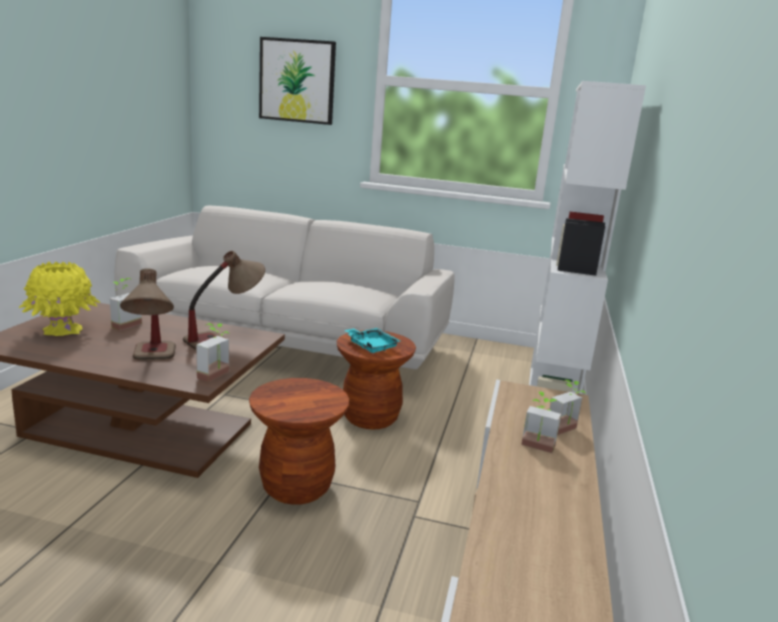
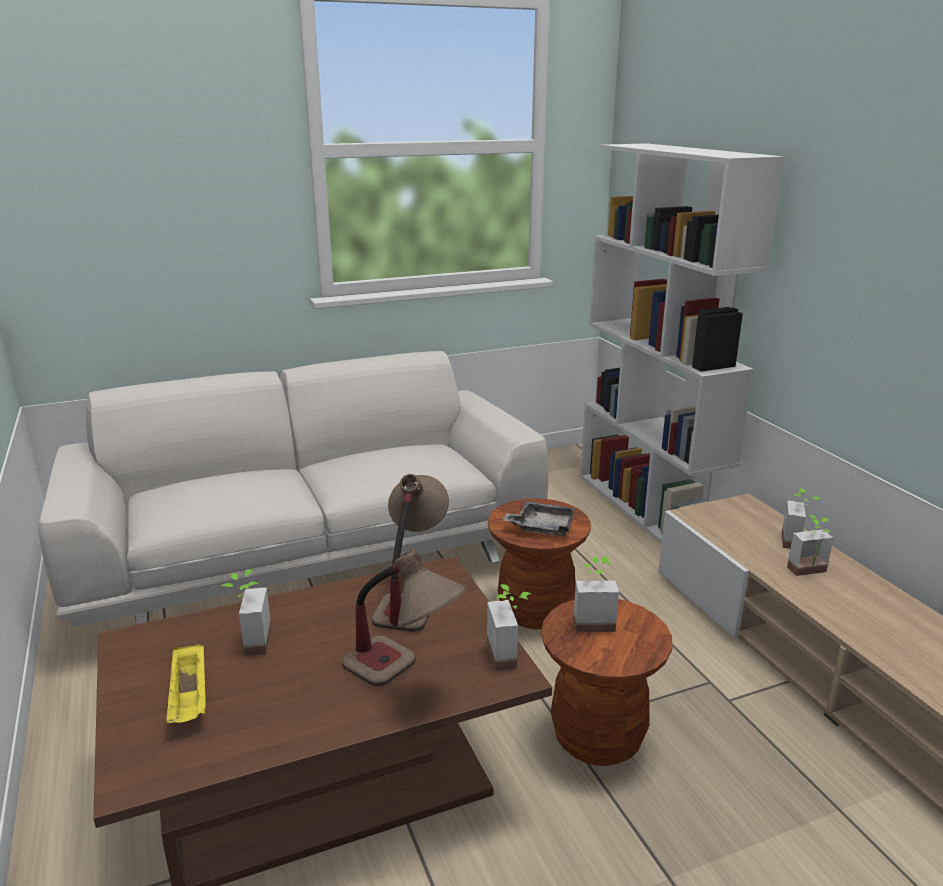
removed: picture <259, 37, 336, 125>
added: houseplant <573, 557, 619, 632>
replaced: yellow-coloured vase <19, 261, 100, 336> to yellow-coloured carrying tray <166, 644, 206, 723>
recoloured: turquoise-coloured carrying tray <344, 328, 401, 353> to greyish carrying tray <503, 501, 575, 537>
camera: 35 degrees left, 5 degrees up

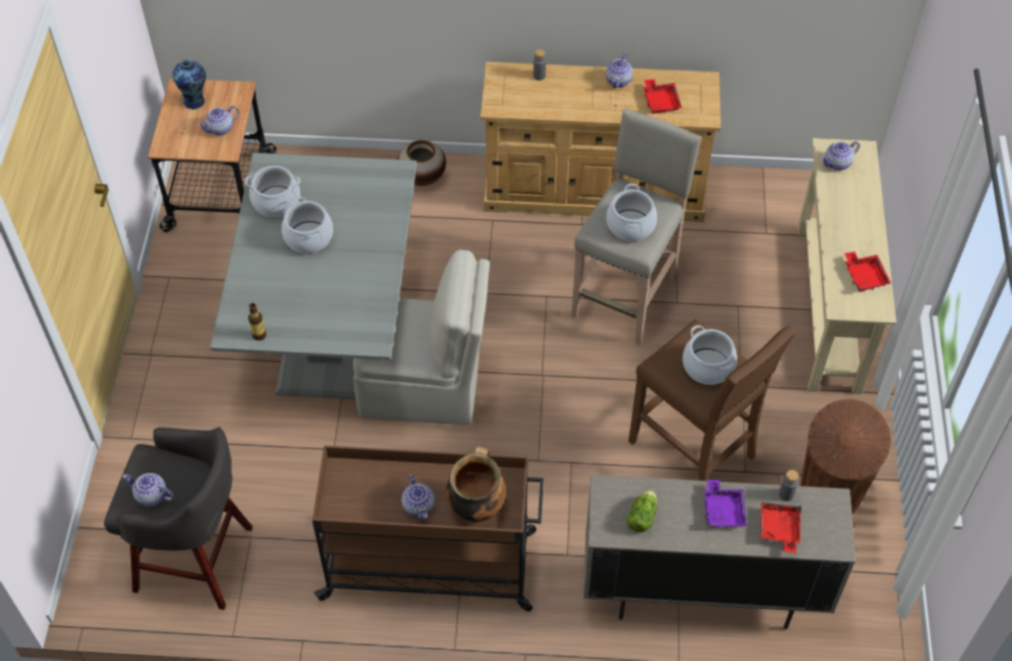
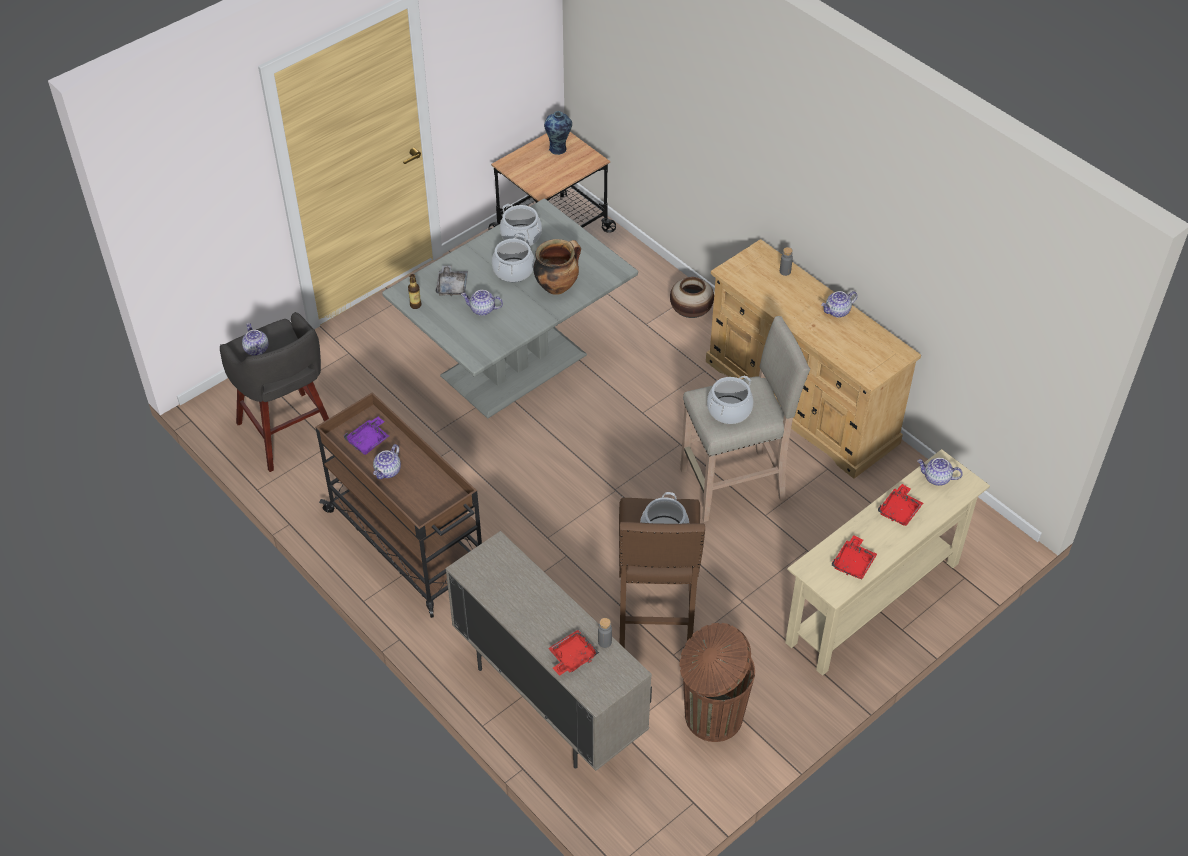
removed: sand-coloured upright chair <353, 250, 490, 425>; lettuce head <626, 490, 657, 532>
added: greyish carrying tray <436, 265, 468, 296>
moved: pot for tea <197, 106, 239, 135> to <461, 290, 503, 316>; cooking pot <447, 446, 506, 522> to <533, 239, 581, 295>; reddish carrying tray <643, 79, 682, 114> to <878, 484, 923, 526>; purple carrying tray <704, 480, 747, 528> to <344, 416, 389, 455>
camera: 45 degrees right, 5 degrees down

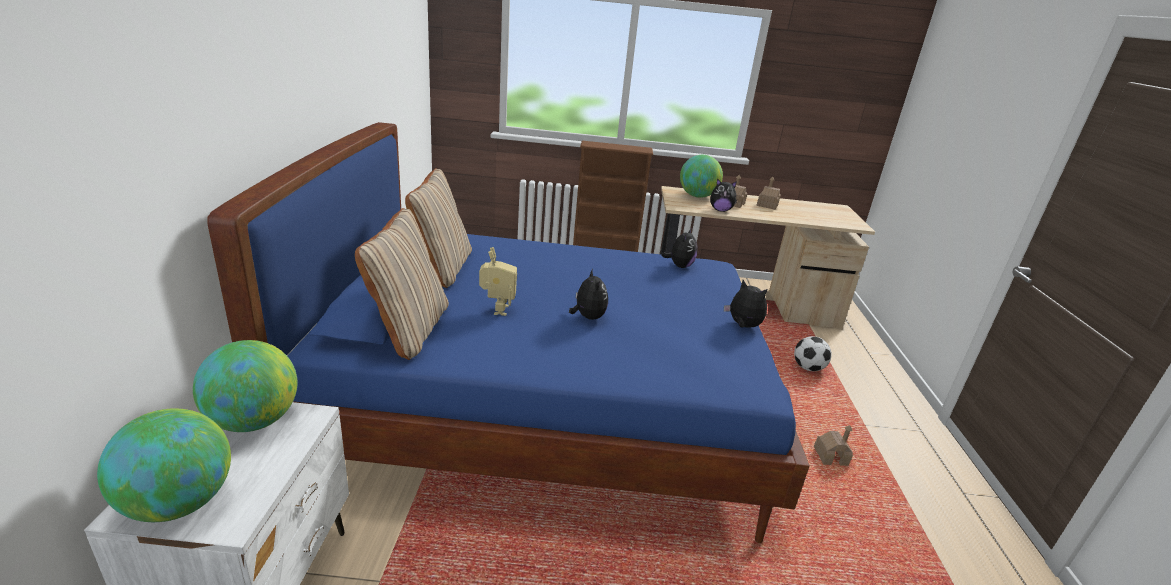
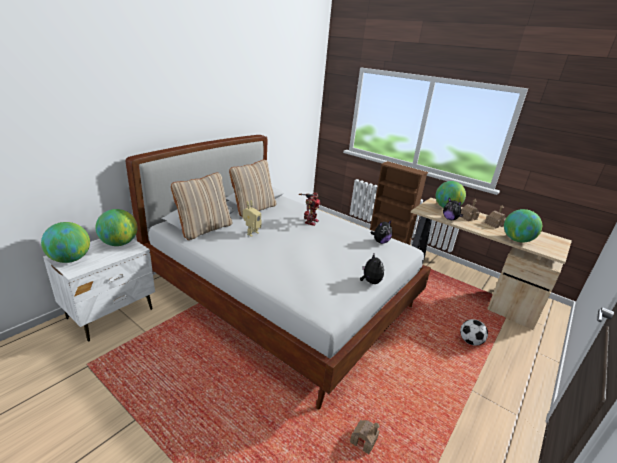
removed: cuddly toy <569, 269, 608, 320>
added: model robot <299, 192, 320, 226>; desk globe <504, 209, 542, 243>
moved: toy house <814, 425, 853, 466> to <350, 420, 380, 454>
recoloured: blue bedroom bed <207, 122, 810, 543> to white bedroom bed <126, 135, 431, 410>
camera: 35 degrees right, 0 degrees up

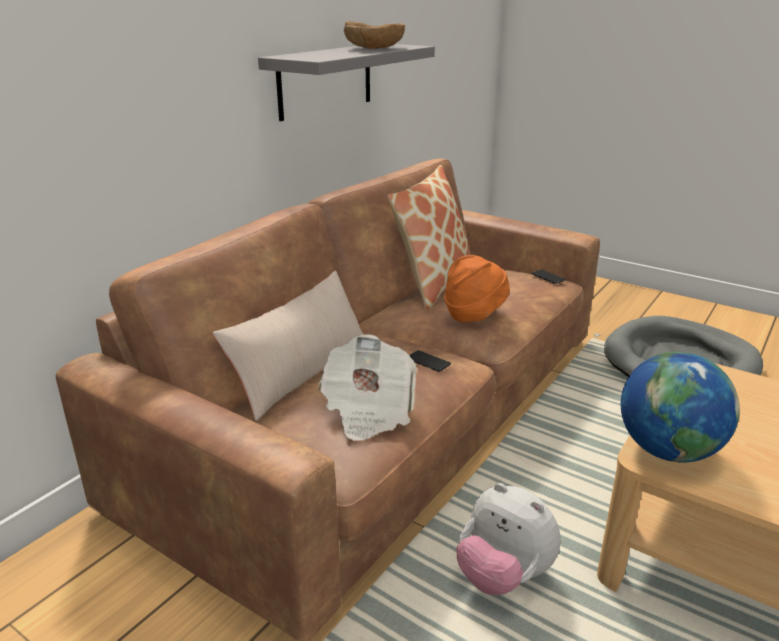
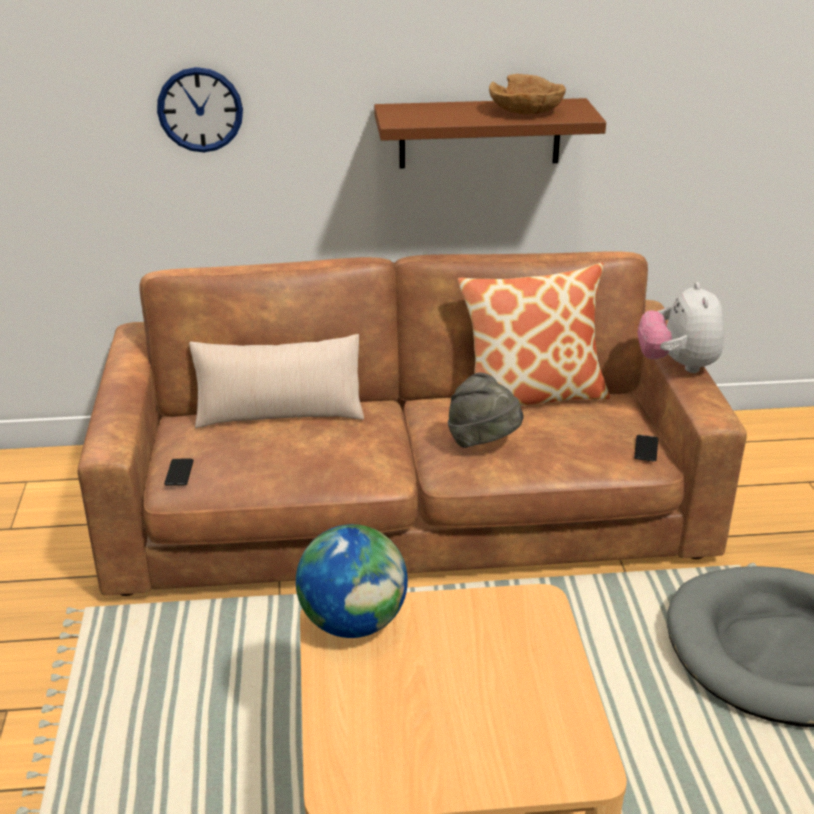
removed: daily paper <319, 334, 417, 441>
added: hanging clock <157, 67, 243, 152>
moved: telephone <409, 350, 451, 372> to <164, 459, 194, 486>; cuddly toy <457, 483, 561, 595> to <638, 282, 724, 373>
recoloured: greyish bracket shelf <258, 44, 435, 121> to brownish bracket shelf <374, 98, 606, 168>; orangey hat <444, 255, 510, 322> to greyish hat <448, 373, 524, 448>
camera: 50 degrees right, 5 degrees up

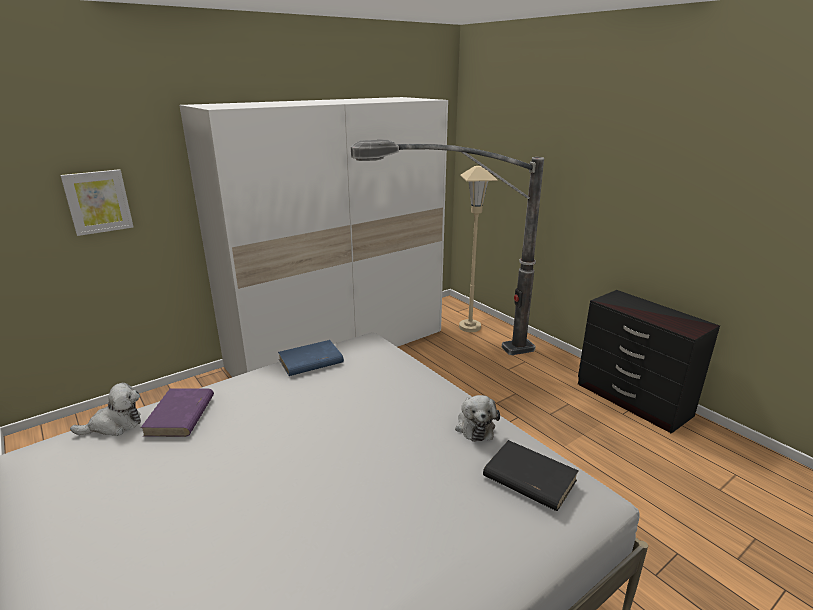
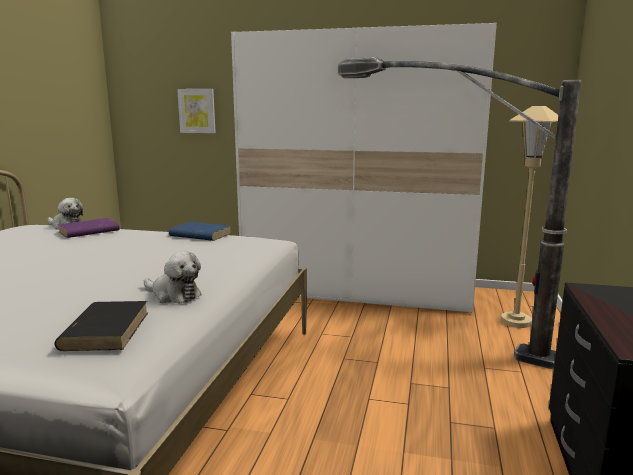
turned: cuddly toy <455, 395, 500, 442> = <144, 251, 201, 304> 105 degrees counterclockwise
camera: 50 degrees right, 10 degrees down

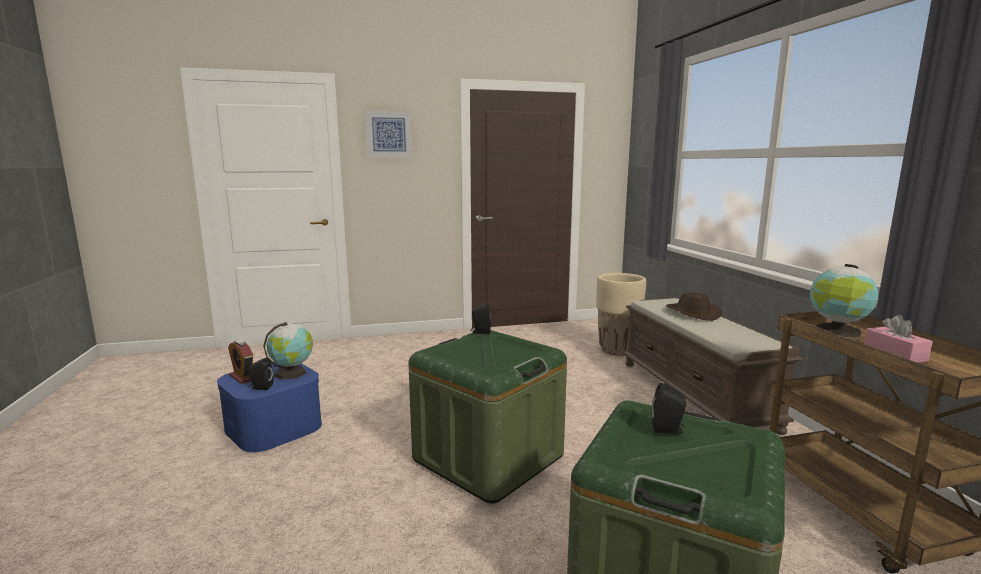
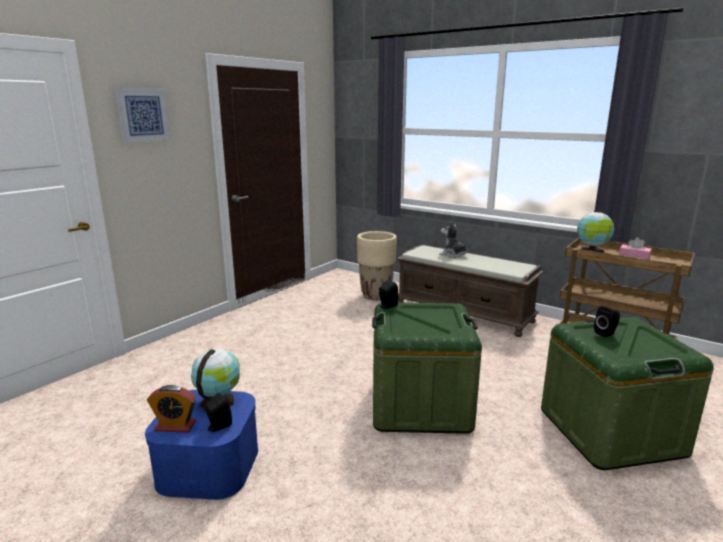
replaced: brownish hat <666, 293, 722, 321> to cuddly toy <439, 222, 471, 258>
camera: 40 degrees left, 5 degrees up

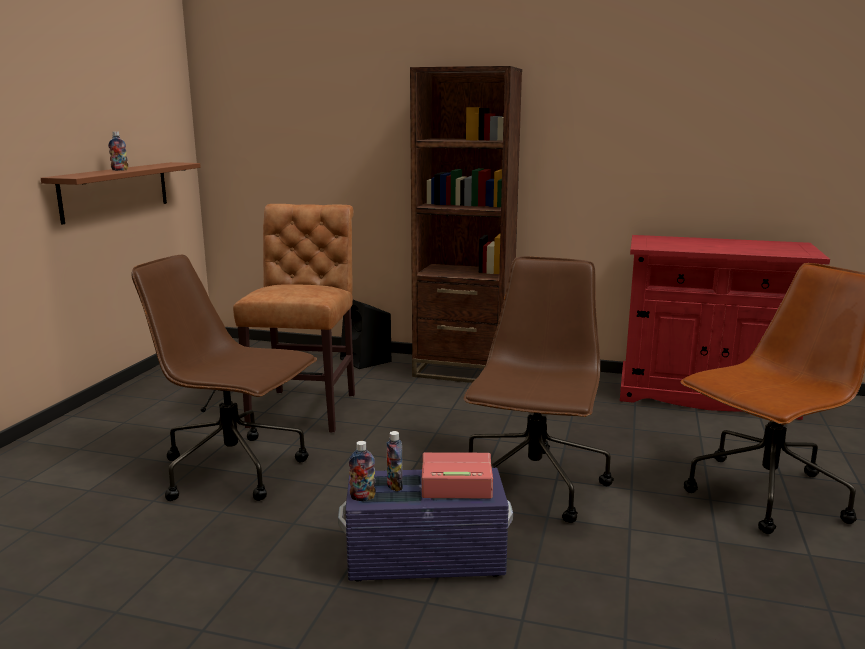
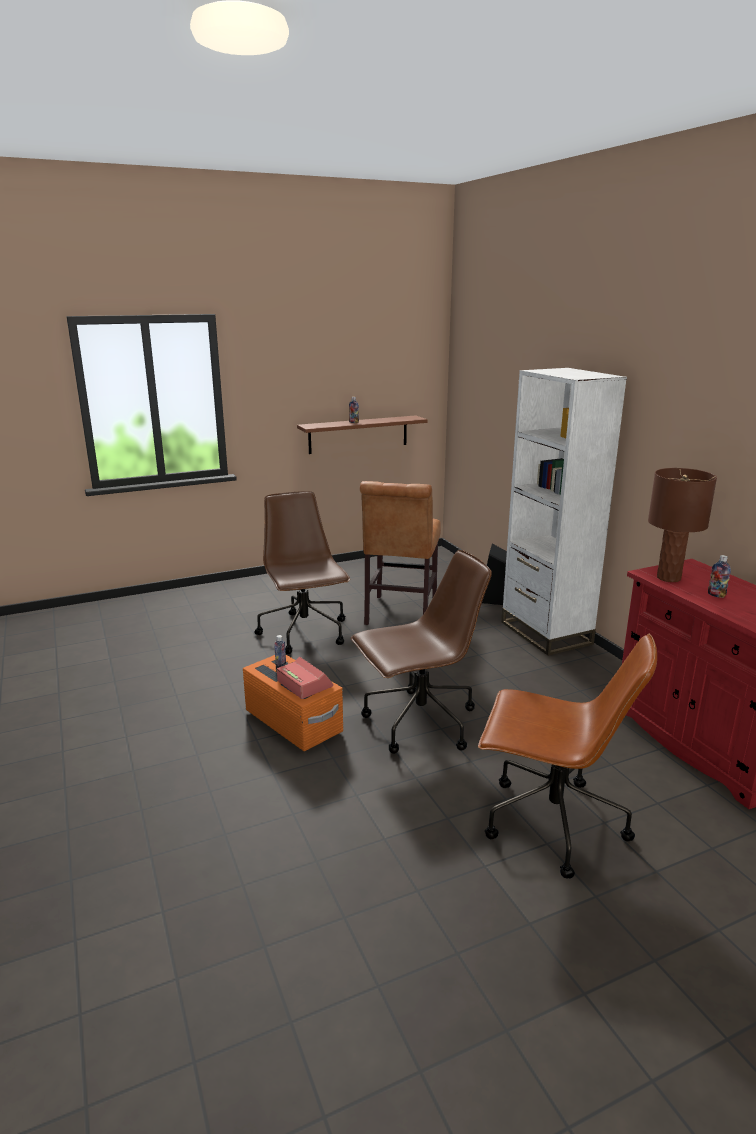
added: brownish tabletop lamp <648, 468, 717, 582>
moved: beverage bottle <349, 441, 376, 501> to <708, 555, 731, 598>
recoloured: purple storage bin <338, 468, 513, 582> to orangey storage bin <243, 655, 343, 751>; brownish bookshelf <410, 66, 522, 383> to white bookshelf <501, 368, 627, 656>
turned: brownish upright chair <233, 204, 355, 433> = <360, 481, 441, 625> 135 degrees clockwise
camera: 50 degrees right, 5 degrees up

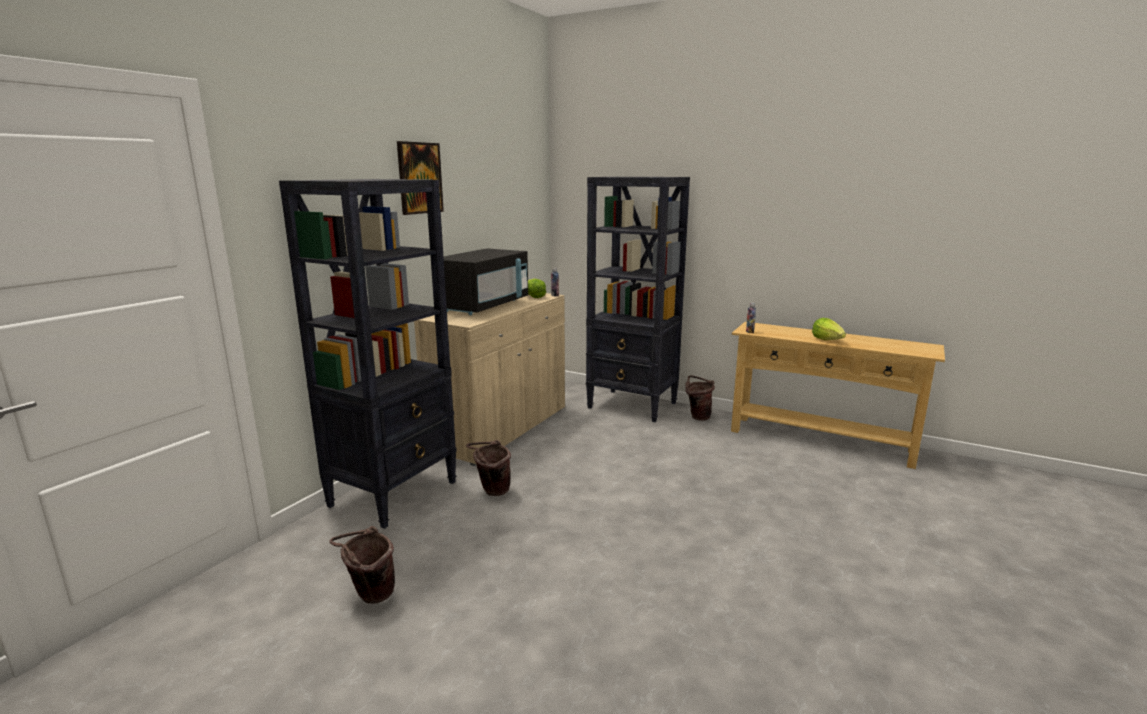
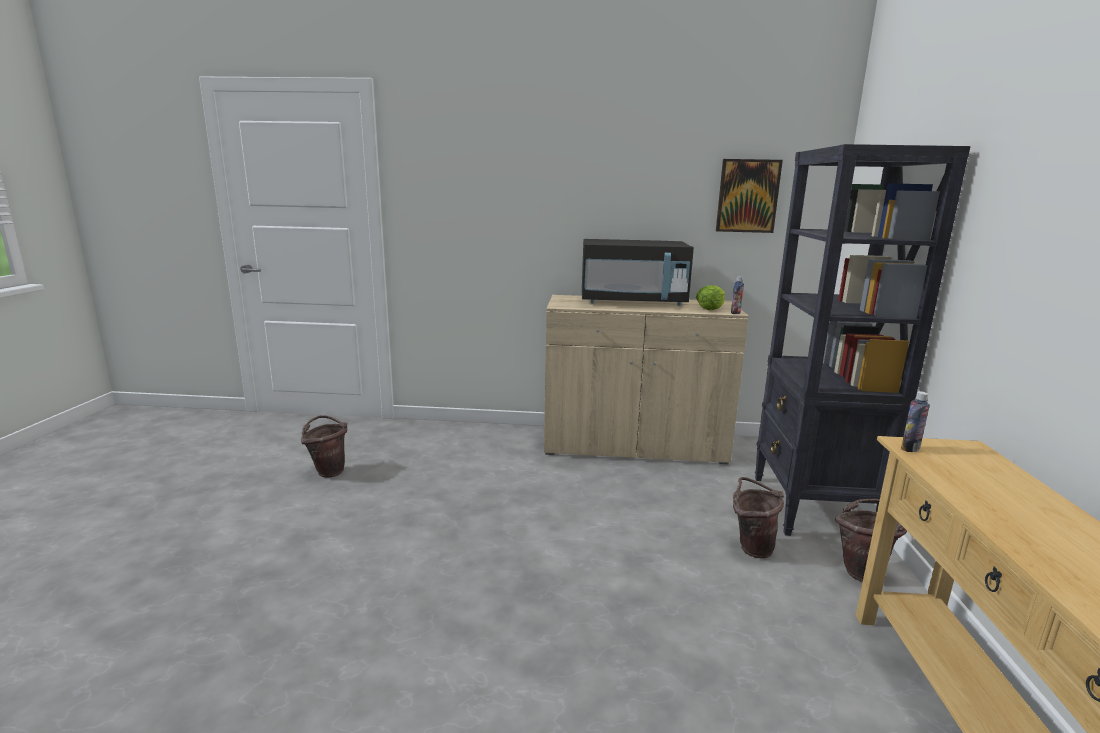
removed: black-coloured bookshelf <279, 179, 457, 529>; lettuce head <812, 318, 846, 340>
moved: picture <397, 141, 444, 215> to <716, 159, 783, 233>; brownish bucket <466, 440, 511, 496> to <733, 477, 784, 559>
camera: 65 degrees right, 0 degrees up

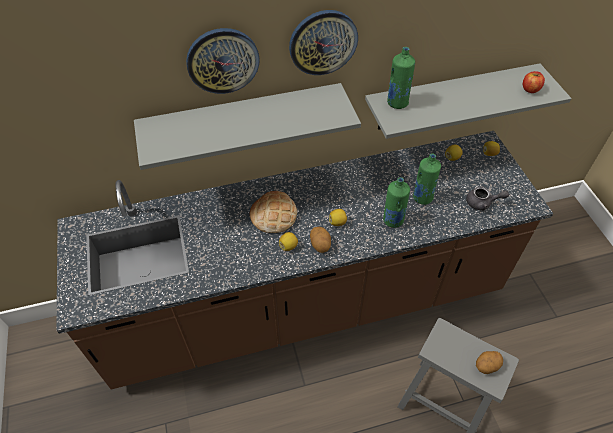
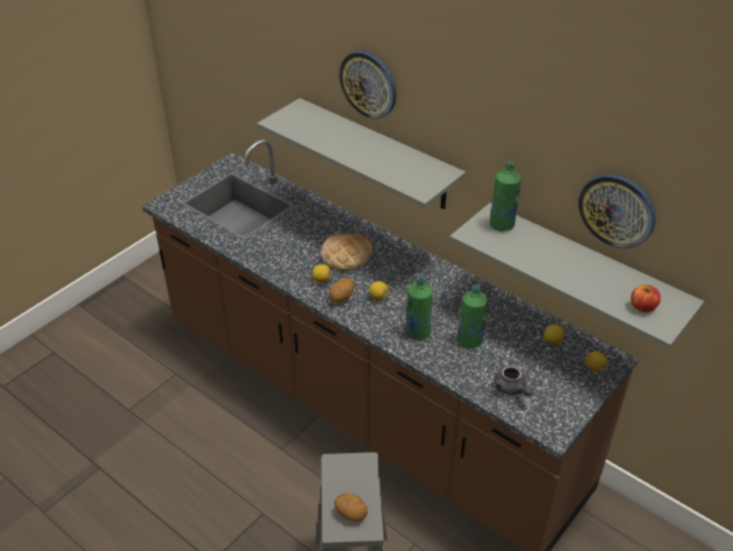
moved: hanging clock <289, 10, 358, 75> to <578, 174, 656, 248>
camera: 55 degrees right, 10 degrees down

